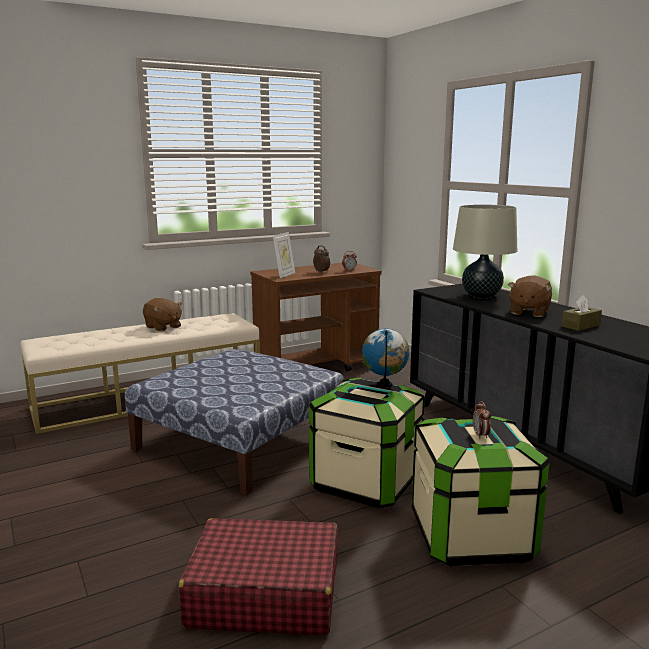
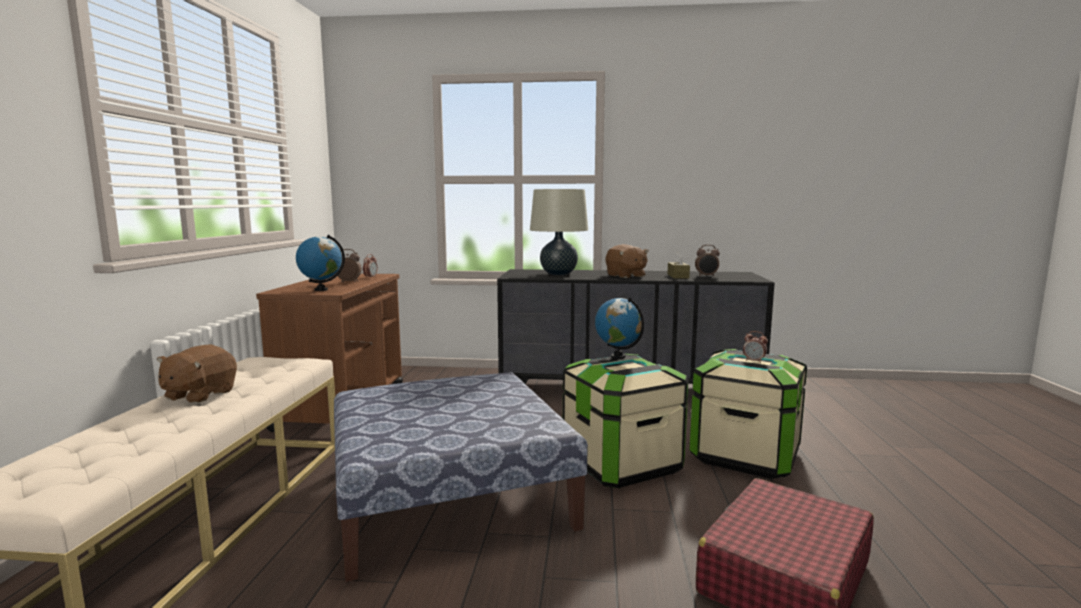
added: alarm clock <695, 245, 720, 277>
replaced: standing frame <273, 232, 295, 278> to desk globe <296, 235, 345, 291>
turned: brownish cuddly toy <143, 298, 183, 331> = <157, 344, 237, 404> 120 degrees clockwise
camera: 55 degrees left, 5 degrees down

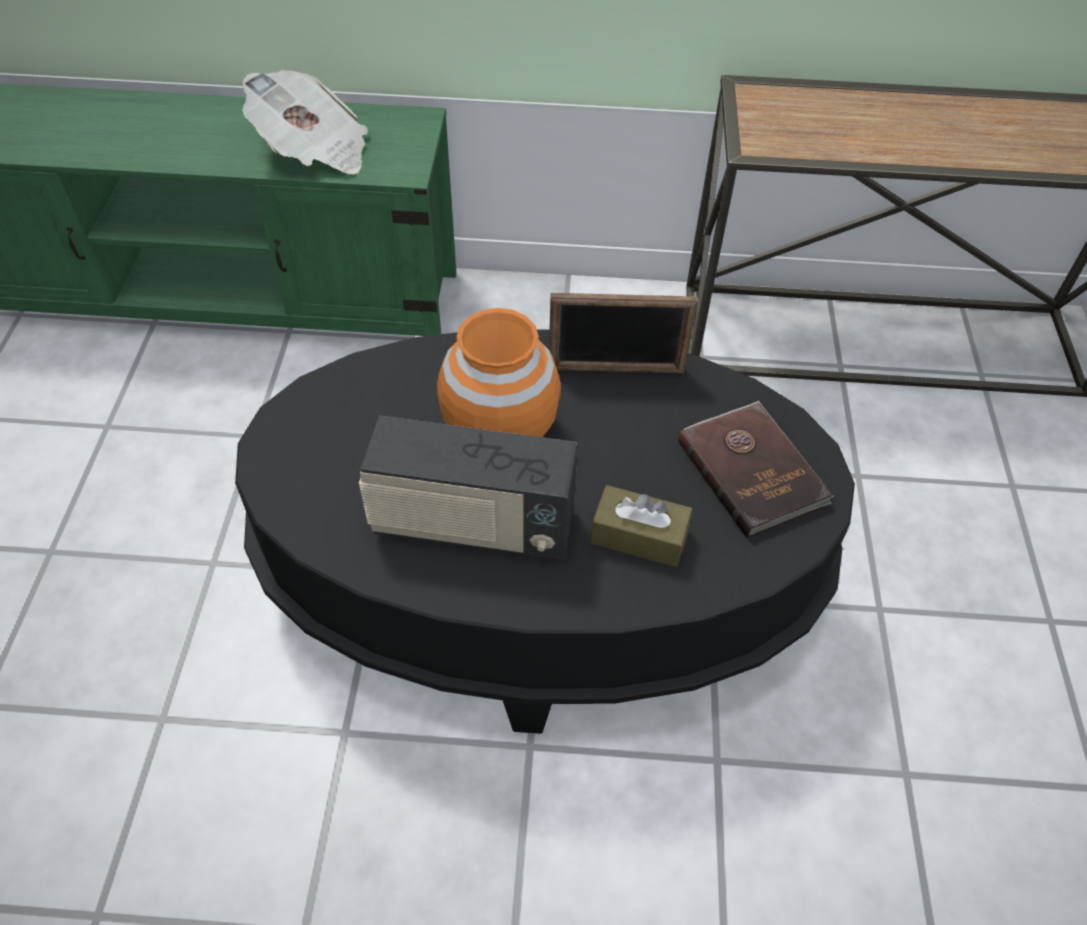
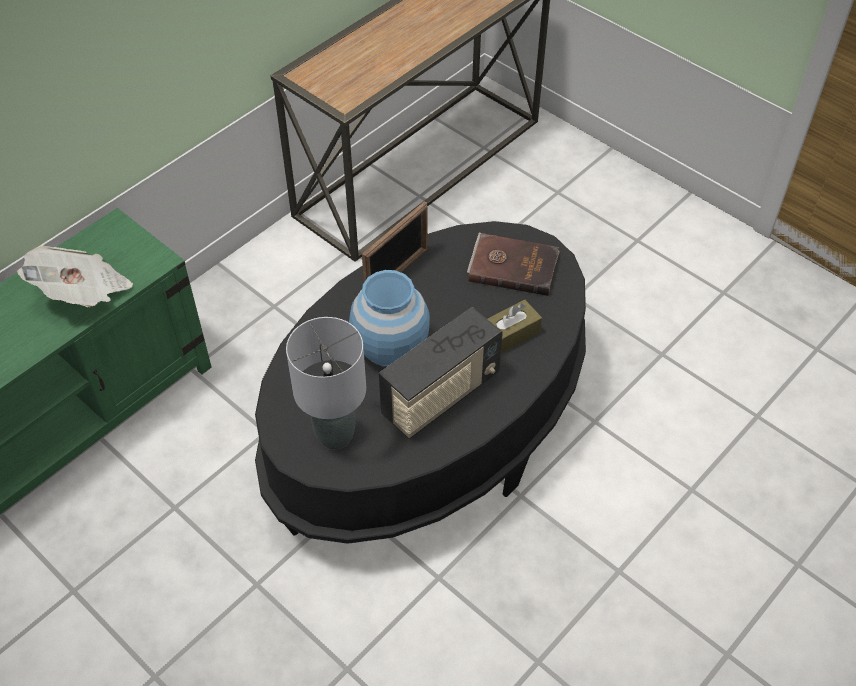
added: greyish tabletop lamp <286, 317, 366, 449>
recoloured: orangey vase <437, 308, 561, 437> to blue vase <349, 270, 430, 367>
camera: 50 degrees left, 0 degrees up

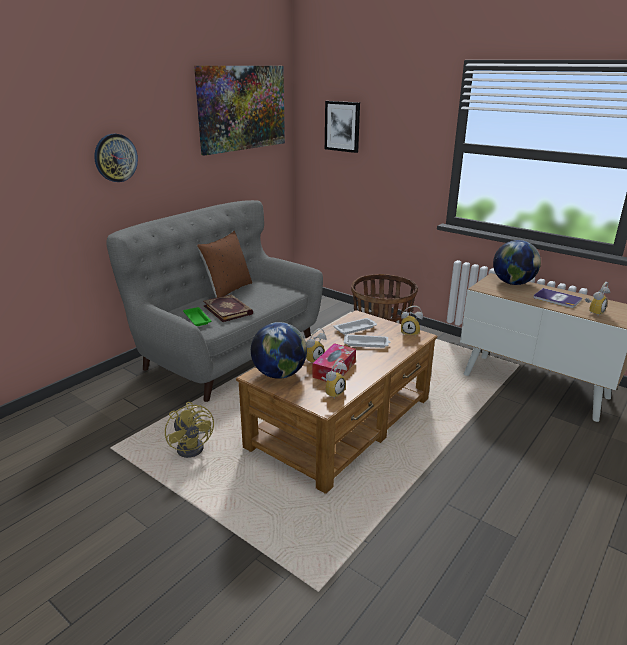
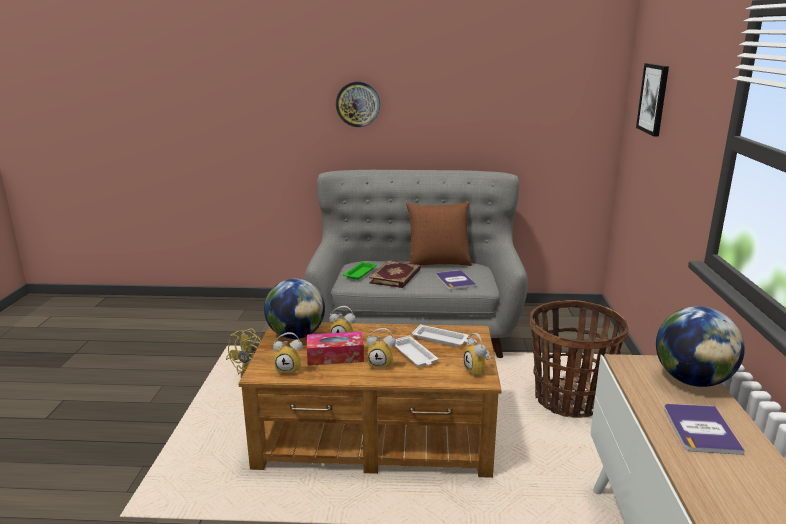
removed: picture <194, 66, 285, 155>
added: volume <436, 270, 477, 290>
moved: alarm clock <585, 282, 610, 315> to <367, 328, 396, 369>
camera: 55 degrees right, 5 degrees down

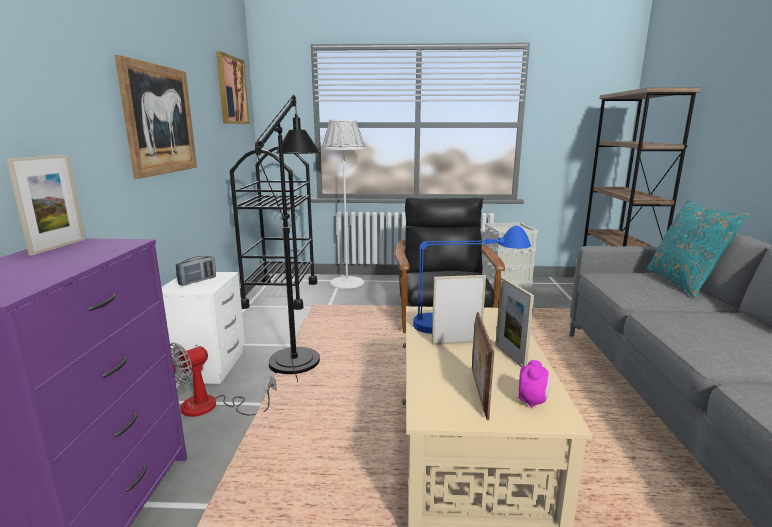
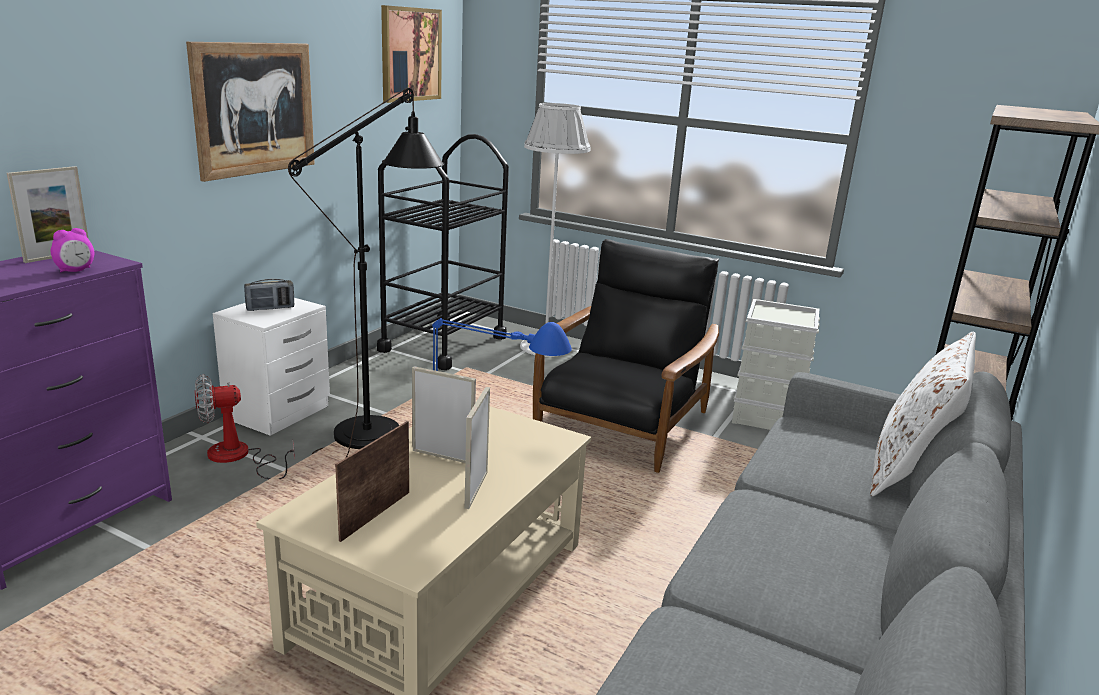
moved: alarm clock <518, 360, 550, 408> to <51, 228, 94, 272>
recoloured: turquoise-coloured cushion <647, 199, 748, 298> to white cushion <870, 331, 976, 496>
camera: 25 degrees right, 5 degrees up

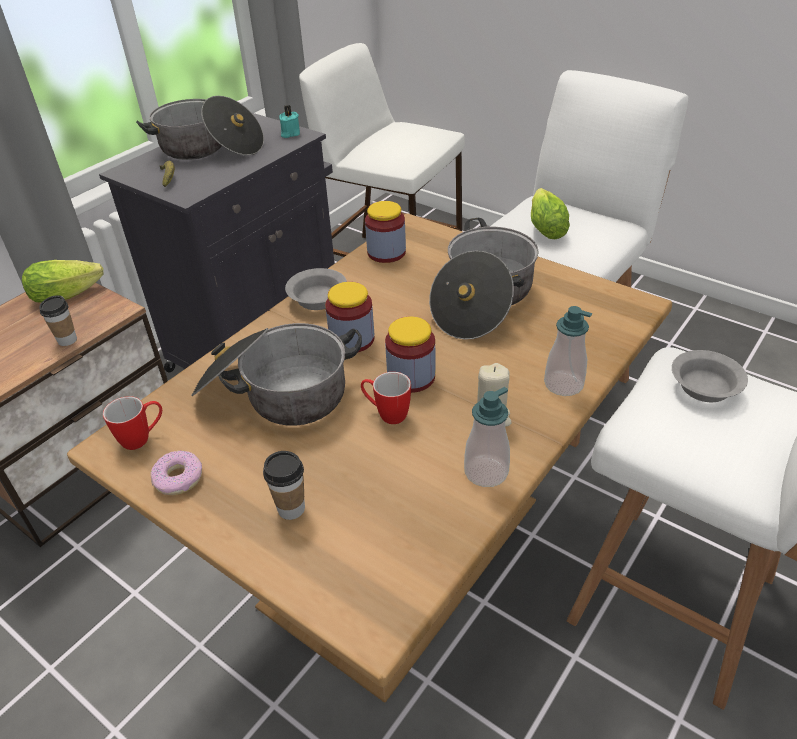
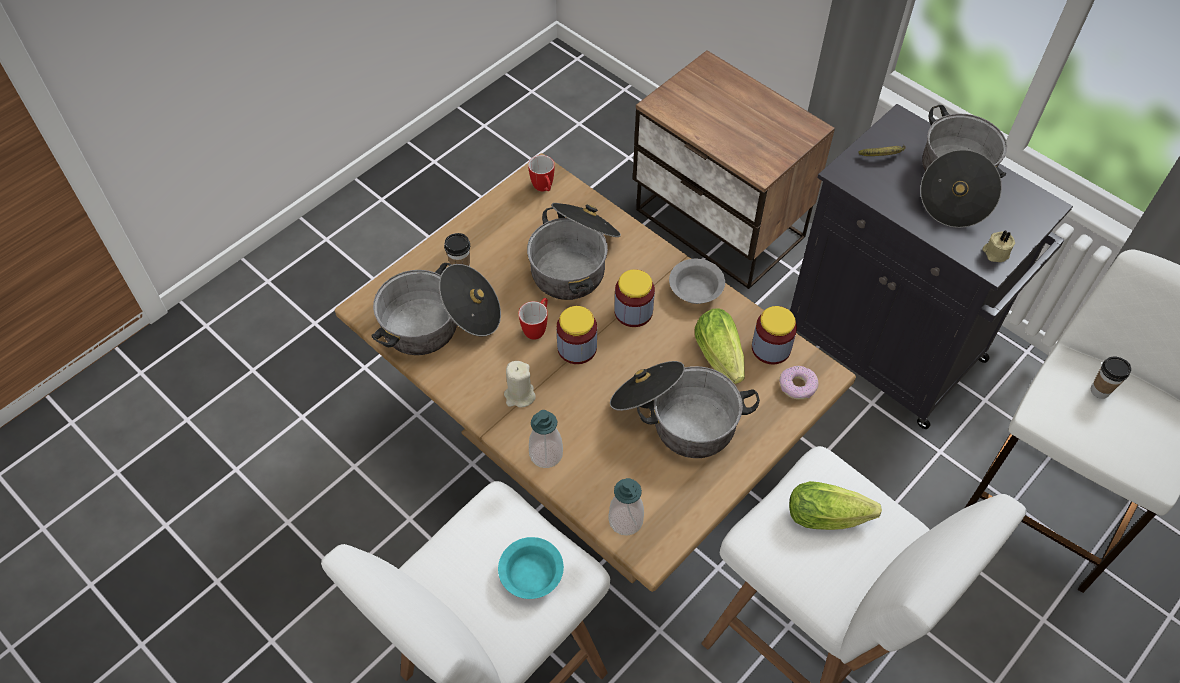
added: cooking pot <371, 263, 501, 355>
moved: lettuce head <22, 260, 103, 303> to <695, 308, 745, 384>; cup <39, 295, 77, 346> to <1091, 356, 1131, 399>; doughnut <151, 451, 202, 495> to <779, 366, 818, 400>; liquid soap bottle <464, 387, 510, 487> to <608, 478, 644, 536>
recoloured: turquoise-coloured wax candle <279, 105, 300, 138> to sand-coloured wax candle <982, 231, 1015, 262>; greyish serving bowl <672, 350, 748, 402> to turquoise-coloured serving bowl <498, 537, 564, 599>
camera: 95 degrees right, 15 degrees up

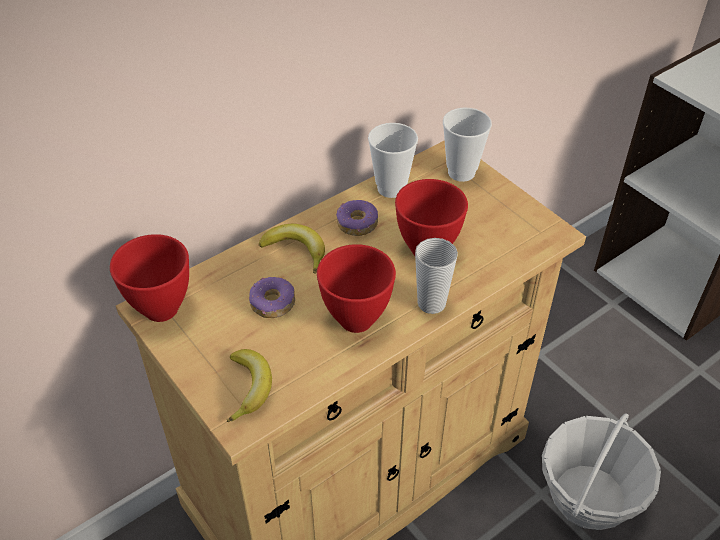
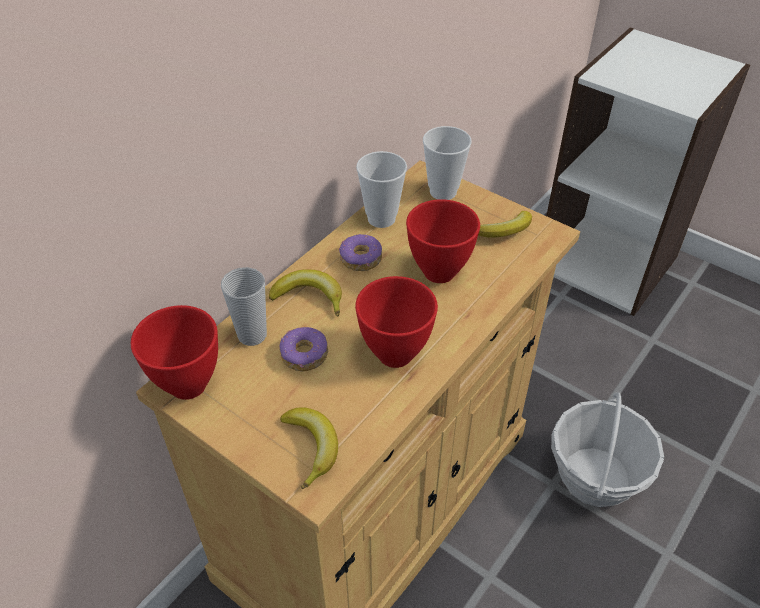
added: banana <478, 211, 532, 238>
moved: cup <415, 238, 458, 314> to <221, 267, 267, 346>
camera: 15 degrees left, 0 degrees up

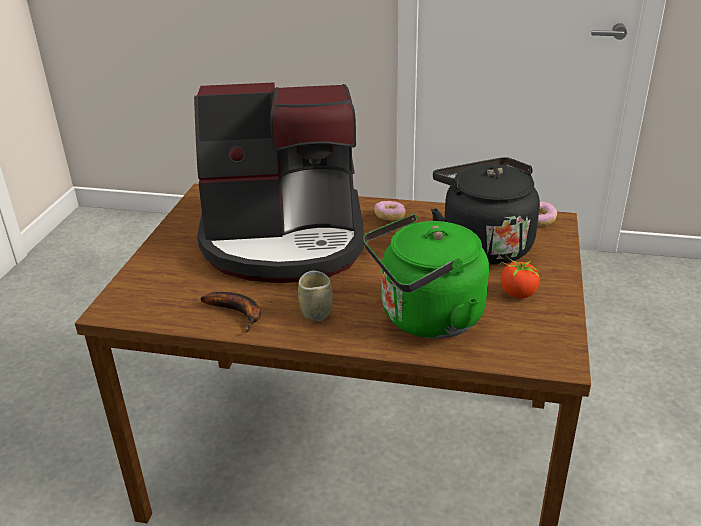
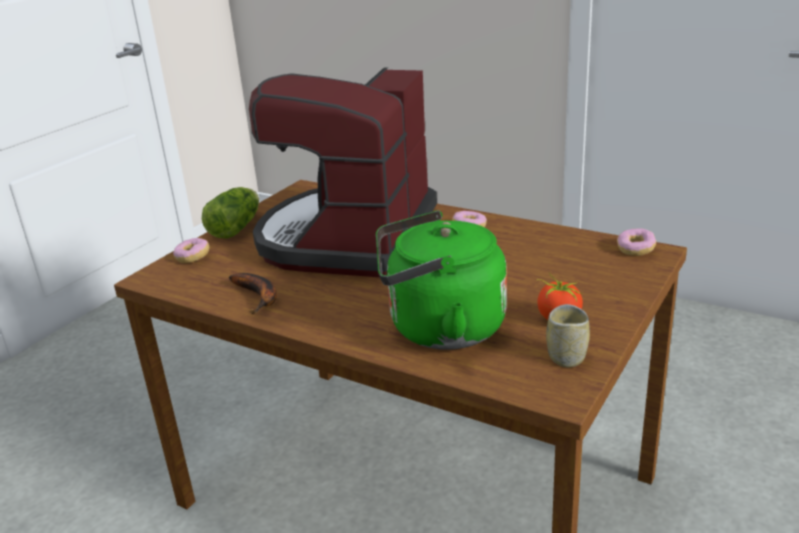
removed: black-coloured tea kettle <431, 157, 540, 265>
added: doughnut <173, 238, 209, 263>; lettuce head <202, 187, 259, 239>
moved: cup <298, 271, 333, 322> to <546, 304, 590, 368>
turned: coffee brewer <194, 82, 364, 283> = <249, 67, 437, 277> 90 degrees clockwise
camera: 20 degrees right, 5 degrees down

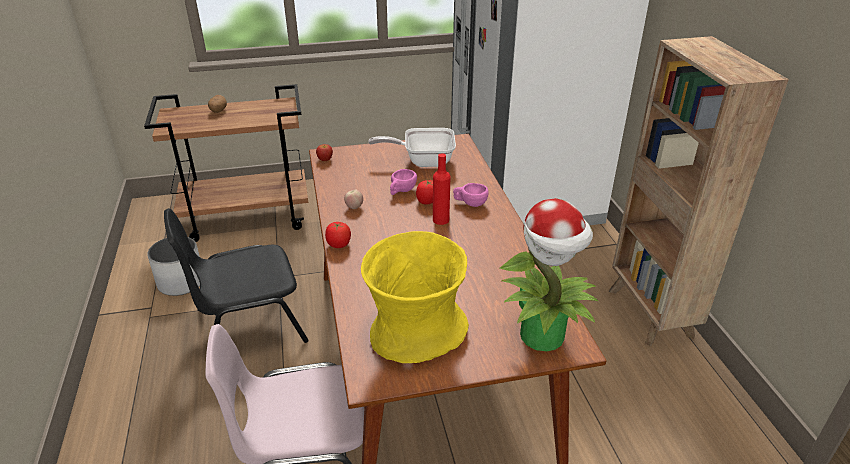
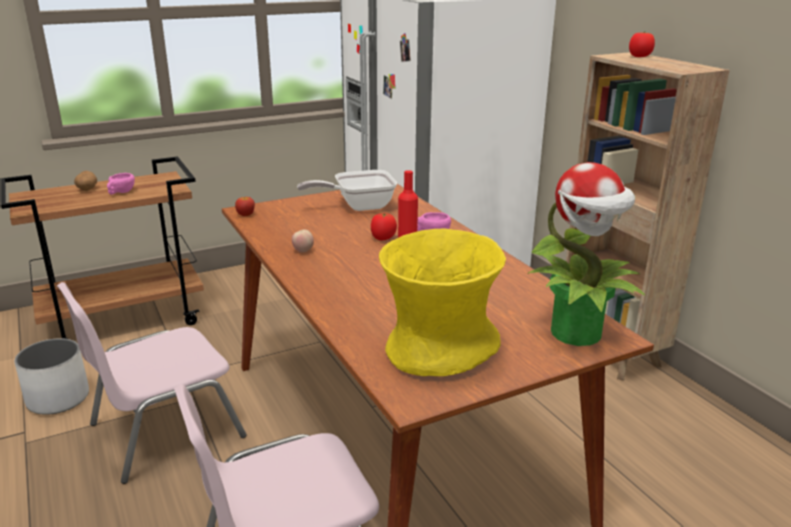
moved: whole tomato <325, 222, 351, 248> to <629, 31, 655, 57>; pink-coloured cup <390, 169, 417, 195> to <107, 173, 135, 195>
recoloured: black-coloured upright chair <164, 208, 309, 343> to pink-coloured upright chair <57, 282, 246, 484>
camera: 15 degrees left, 10 degrees down

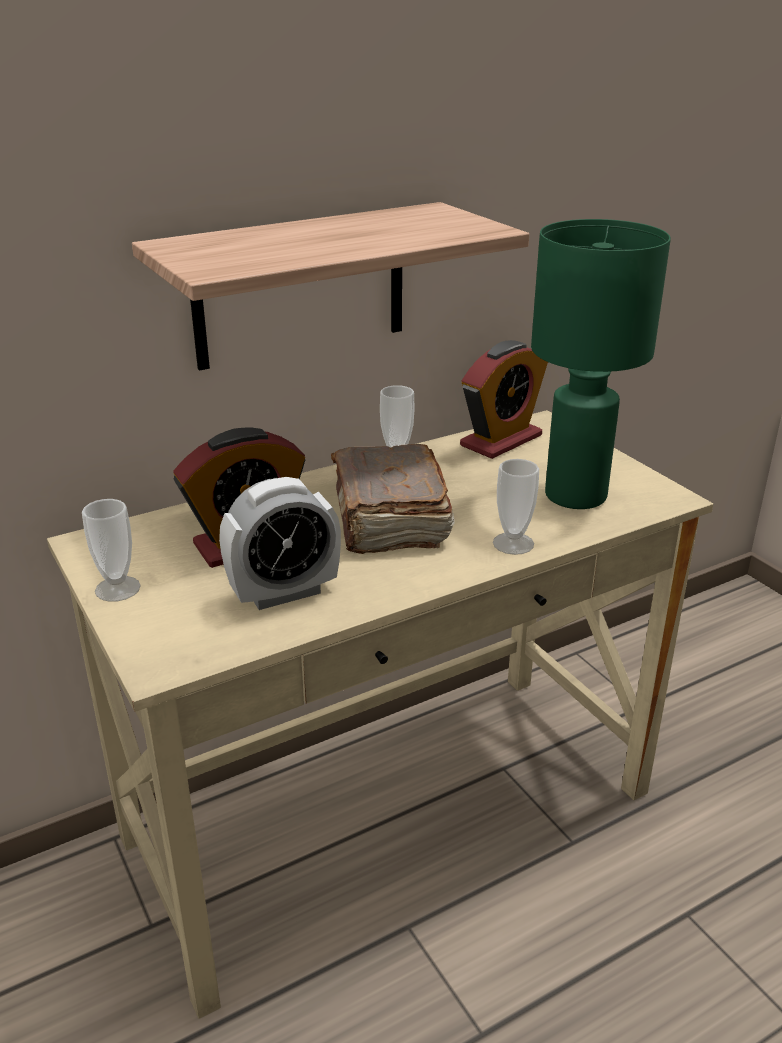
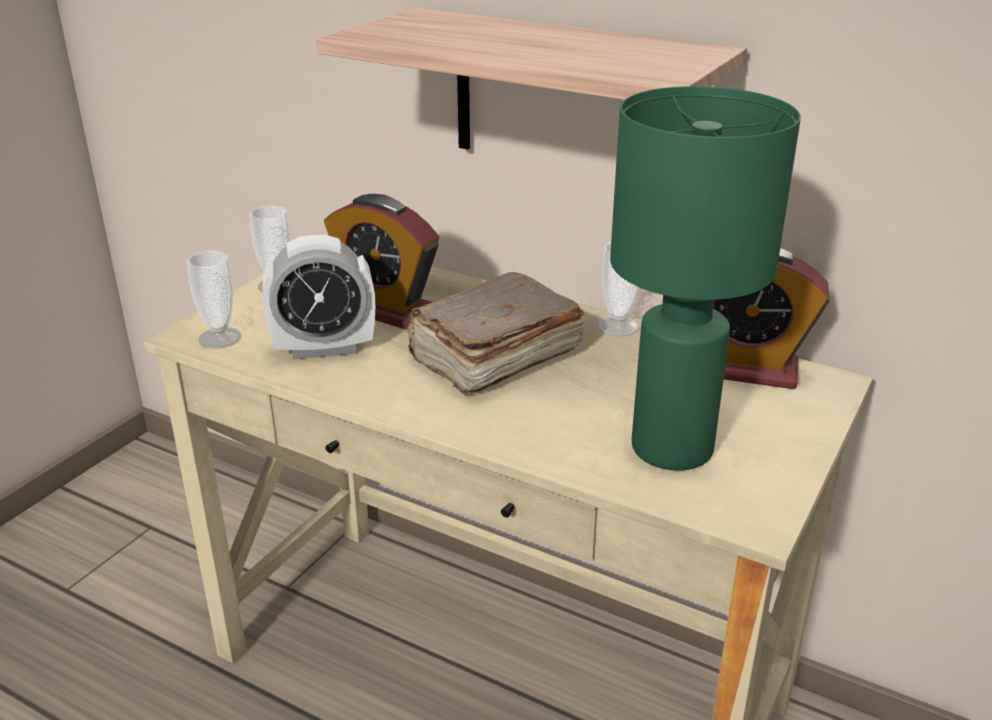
moved: cup <493, 459, 539, 555> to <187, 251, 241, 349>
turned: alarm clock <219, 477, 341, 610> = <262, 235, 375, 360> 45 degrees counterclockwise
camera: 60 degrees right, 0 degrees up

